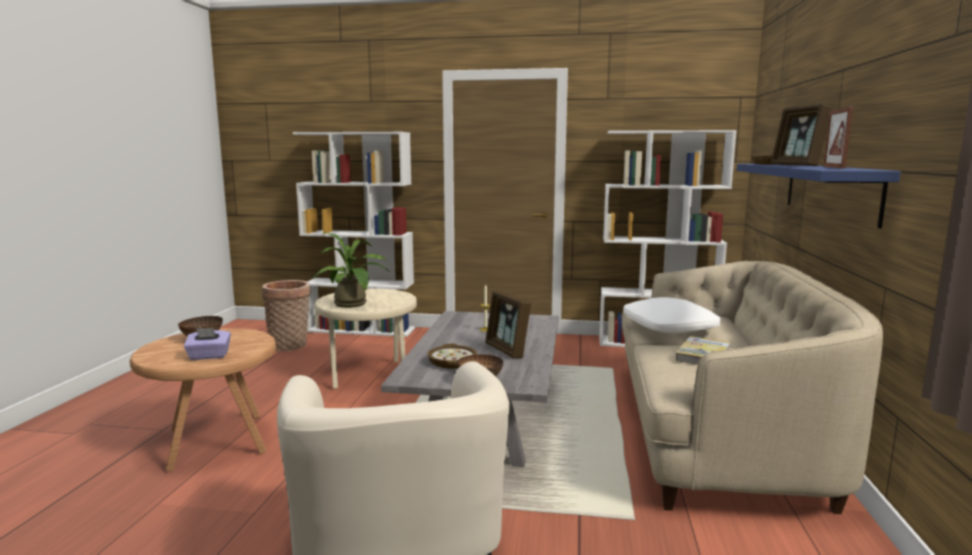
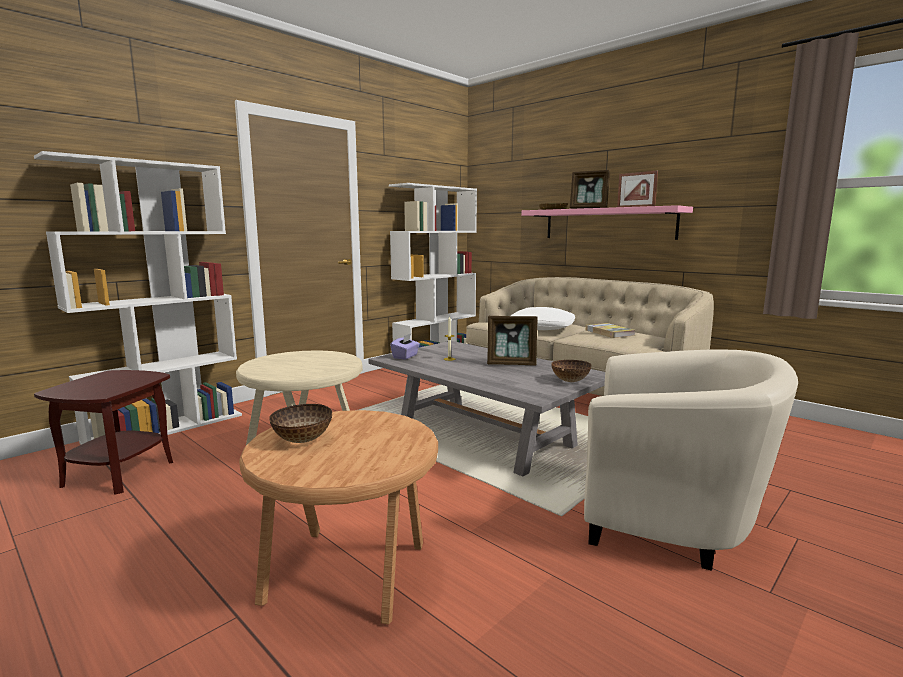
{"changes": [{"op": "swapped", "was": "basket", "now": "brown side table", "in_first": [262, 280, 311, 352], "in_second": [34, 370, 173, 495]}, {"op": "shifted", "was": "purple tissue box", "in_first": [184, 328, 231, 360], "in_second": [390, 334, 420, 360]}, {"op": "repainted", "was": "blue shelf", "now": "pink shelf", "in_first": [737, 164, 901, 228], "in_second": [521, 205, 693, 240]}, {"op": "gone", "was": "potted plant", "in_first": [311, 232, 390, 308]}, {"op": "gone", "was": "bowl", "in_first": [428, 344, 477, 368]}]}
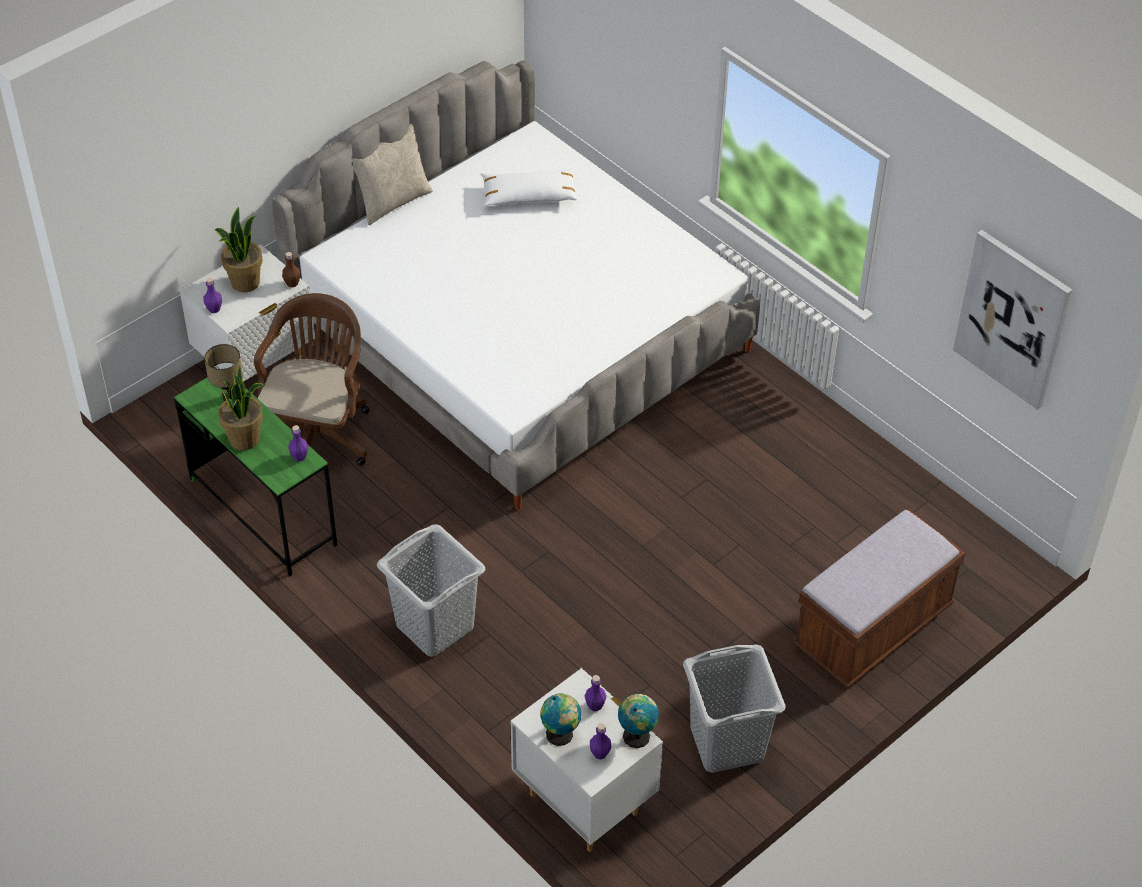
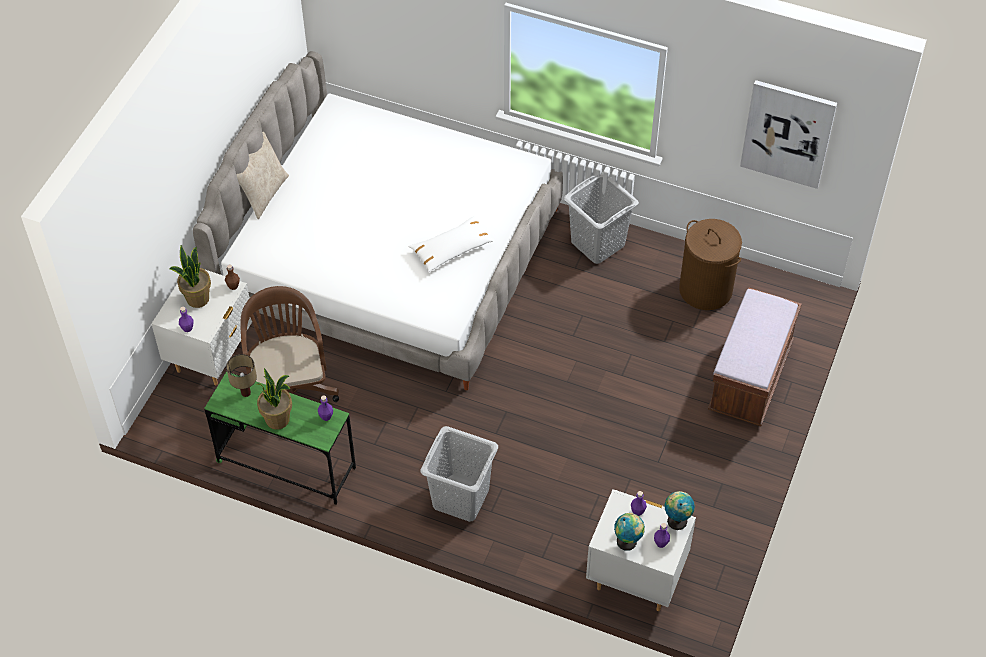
{"changes": [{"op": "shifted", "was": "white pillow", "in_first": [481, 168, 577, 206], "in_second": [408, 215, 494, 272]}, {"op": "shifted", "was": "grey laundry basket", "in_first": [683, 644, 786, 773], "in_second": [564, 172, 639, 264]}, {"op": "new", "now": "brown laundry basket", "in_second": [679, 219, 742, 310]}]}
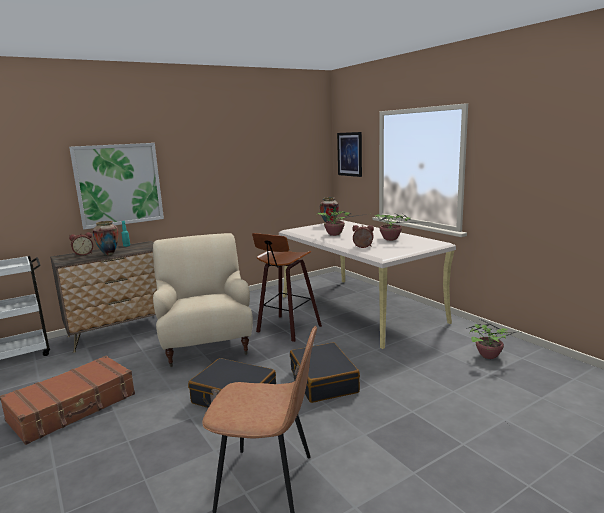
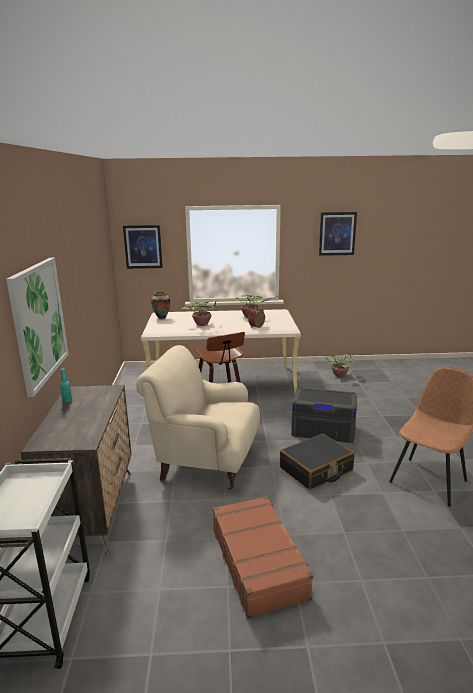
{"changes": [{"op": "swapped", "was": "black suitcase", "now": "grey storage box", "in_first": [290, 342, 360, 403], "in_second": [291, 387, 357, 443]}, {"op": "new", "now": "picture", "in_second": [319, 212, 357, 256]}, {"op": "gone", "was": "alarm clock", "in_first": [69, 232, 93, 256]}, {"op": "gone", "was": "vase", "in_first": [93, 221, 119, 256]}]}
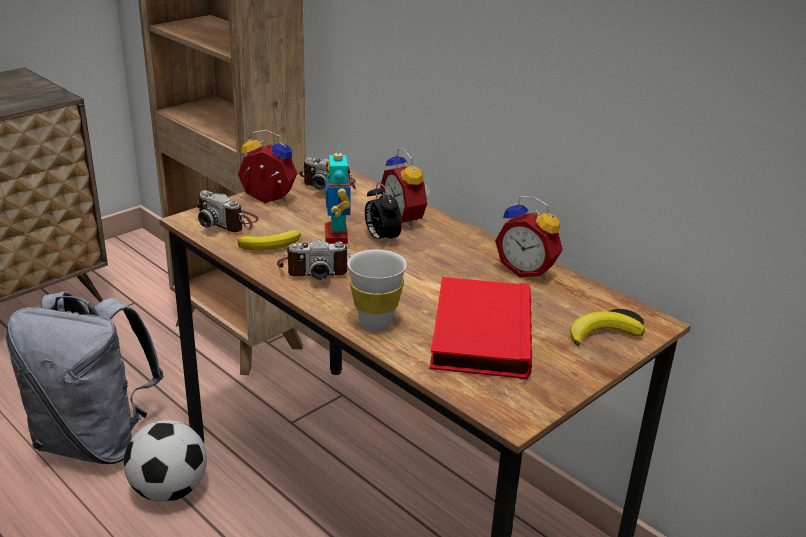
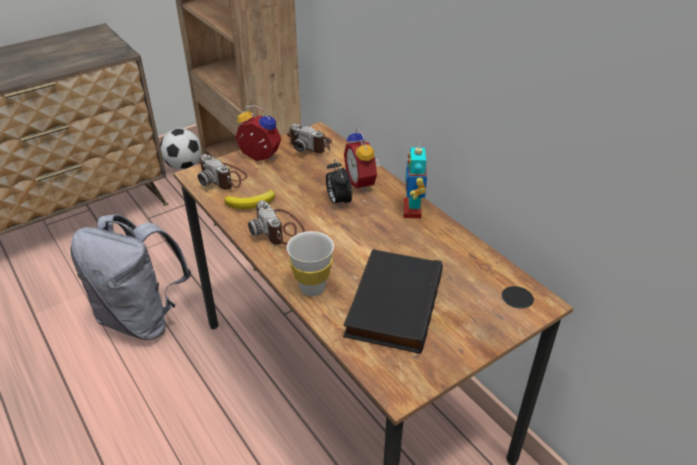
{"changes": [{"op": "shifted", "was": "football", "in_first": [124, 420, 207, 502], "in_second": [160, 129, 202, 170]}, {"op": "rotated", "was": "photo camera", "in_first": [277, 239, 351, 280], "in_second": [248, 200, 305, 245], "clockwise": 60}, {"op": "repainted", "was": "red book", "now": "black book", "in_first": [429, 277, 532, 379], "in_second": [343, 249, 443, 354]}, {"op": "shifted", "was": "toy robot", "in_first": [325, 146, 350, 244], "in_second": [403, 144, 427, 218]}, {"op": "gone", "was": "alarm clock", "in_first": [495, 196, 563, 279]}, {"op": "gone", "was": "banana", "in_first": [570, 311, 645, 346]}]}
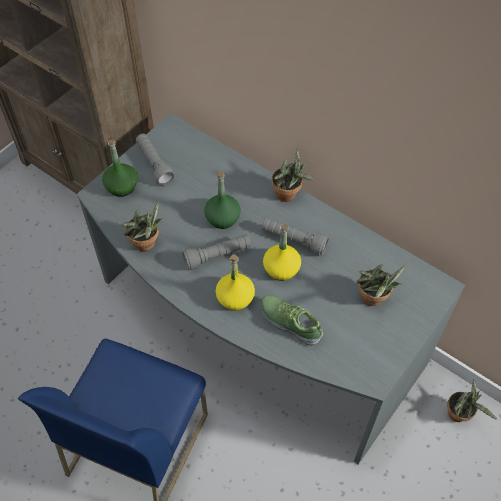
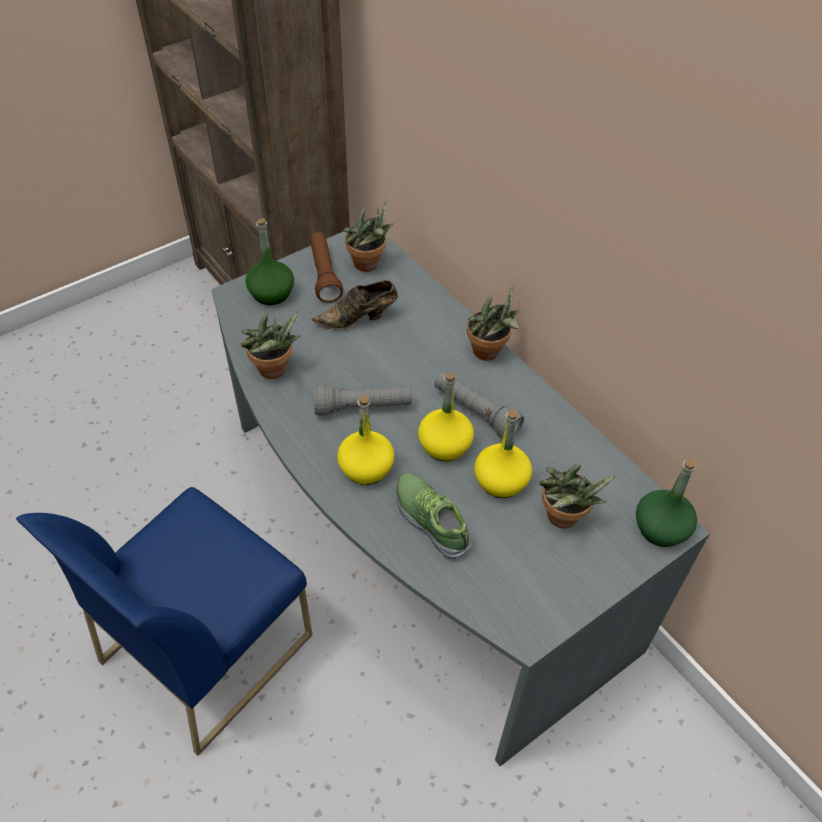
{"changes": [{"op": "repainted", "was": "grey flashlight", "now": "brown flashlight", "in_first": [136, 134, 175, 185], "in_second": [310, 232, 343, 303]}, {"op": "new", "now": "brown shoe", "in_second": [312, 280, 398, 330]}, {"op": "shifted", "was": "potted plant", "in_first": [447, 378, 497, 422], "in_second": [344, 202, 394, 272]}, {"op": "new", "now": "yellow bottle", "in_second": [474, 409, 532, 498]}, {"op": "shifted", "was": "green bottle", "in_first": [204, 172, 241, 229], "in_second": [636, 459, 697, 547]}]}
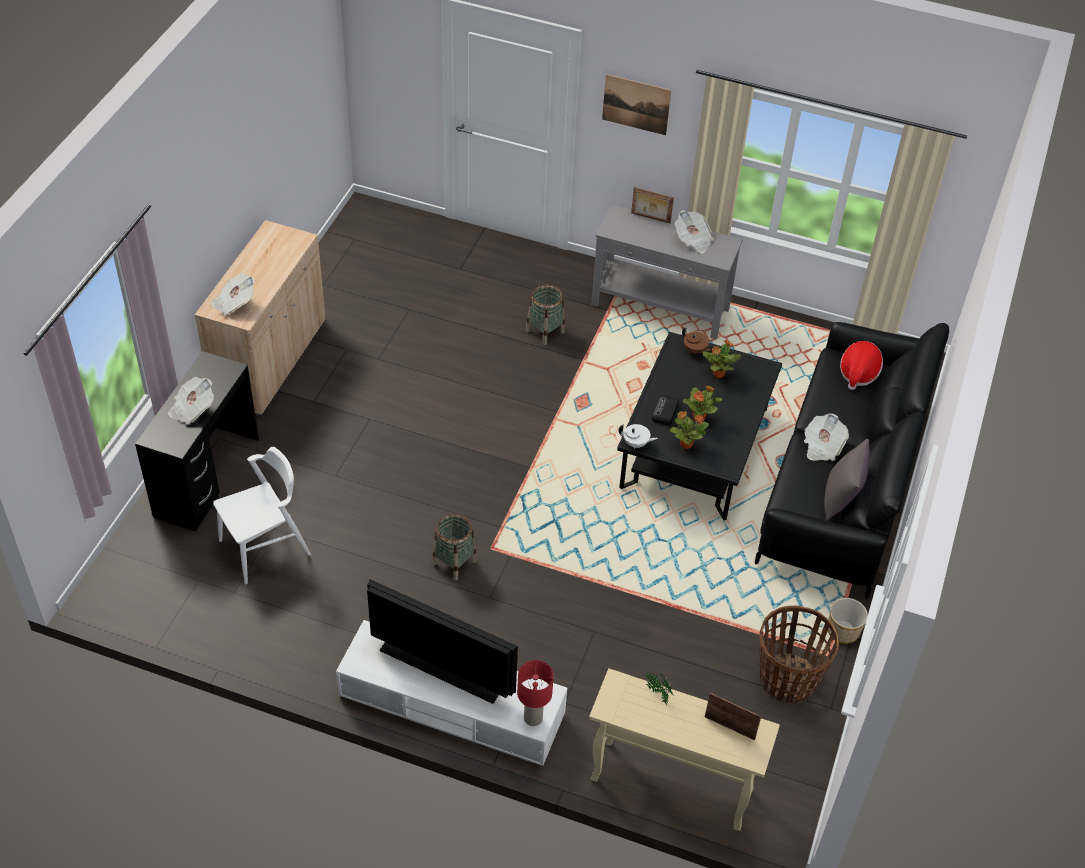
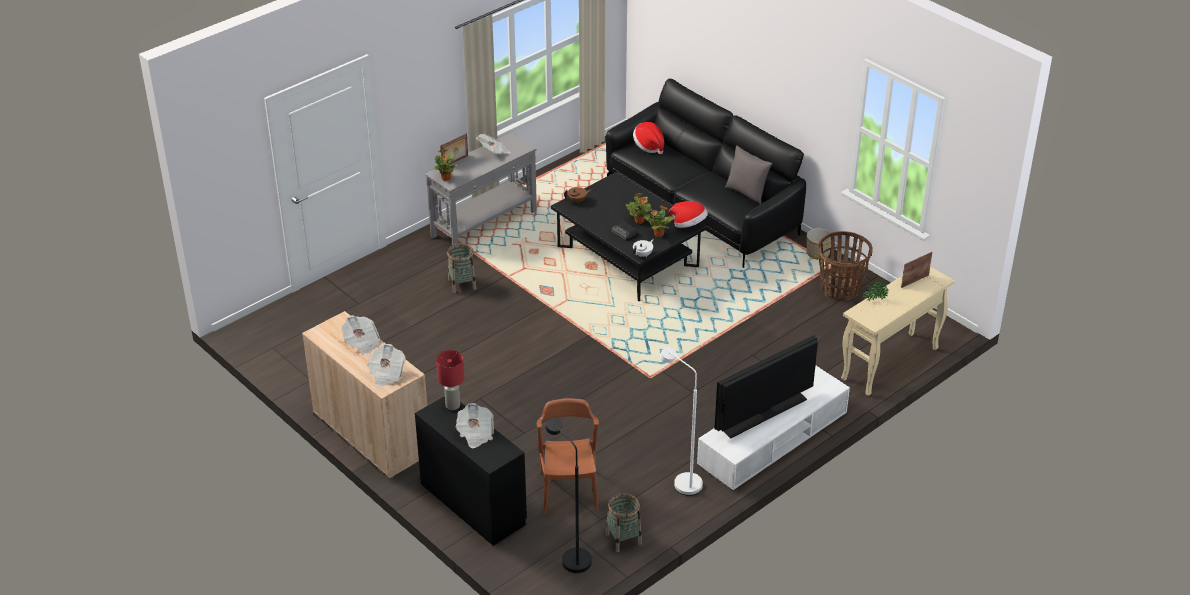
{"changes": [{"op": "shifted", "was": "newspaper", "in_first": [804, 413, 849, 461], "in_second": [341, 315, 381, 355]}, {"op": "shifted", "was": "potted plant", "in_first": [702, 340, 741, 378], "in_second": [433, 149, 459, 181]}, {"op": "shifted", "was": "red table lamp", "in_first": [517, 660, 554, 726], "in_second": [436, 350, 464, 410]}, {"op": "repainted", "was": "white chair", "now": "brown chair", "in_first": [213, 447, 311, 584], "in_second": [537, 398, 599, 515]}, {"op": "new", "now": "black floor lamp", "in_second": [545, 418, 592, 573]}, {"op": "shifted", "was": "basket", "in_first": [432, 514, 477, 580], "in_second": [605, 493, 642, 552]}, {"op": "new", "now": "white floor lamp", "in_second": [660, 347, 703, 496]}, {"op": "new", "now": "hat", "in_second": [669, 201, 708, 228]}, {"op": "gone", "was": "picture", "in_first": [602, 74, 671, 135]}]}
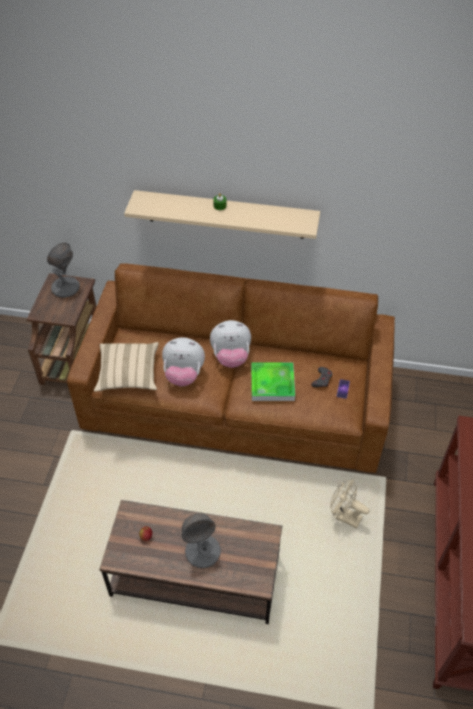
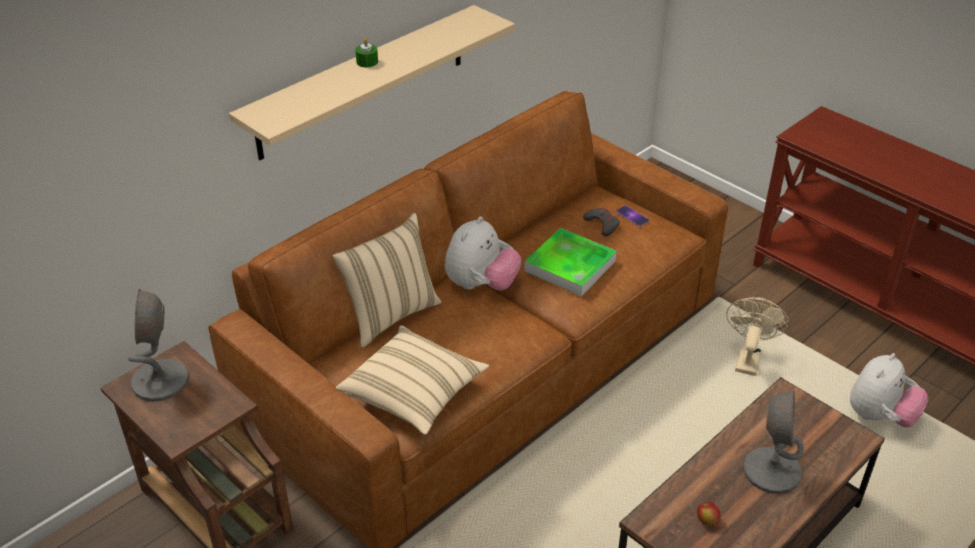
{"changes": [{"op": "new", "now": "beige pillow", "in_second": [332, 213, 441, 348]}, {"op": "rotated", "was": "beige fan", "in_first": [330, 479, 369, 528], "in_second": [726, 297, 789, 376], "clockwise": 135}, {"op": "shifted", "was": "plush toy", "in_first": [162, 337, 205, 386], "in_second": [850, 353, 928, 427]}]}
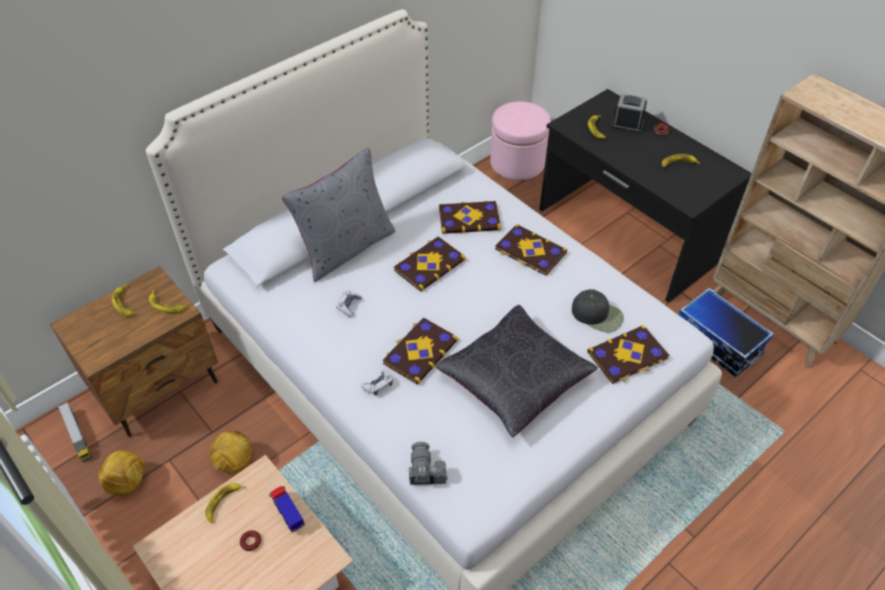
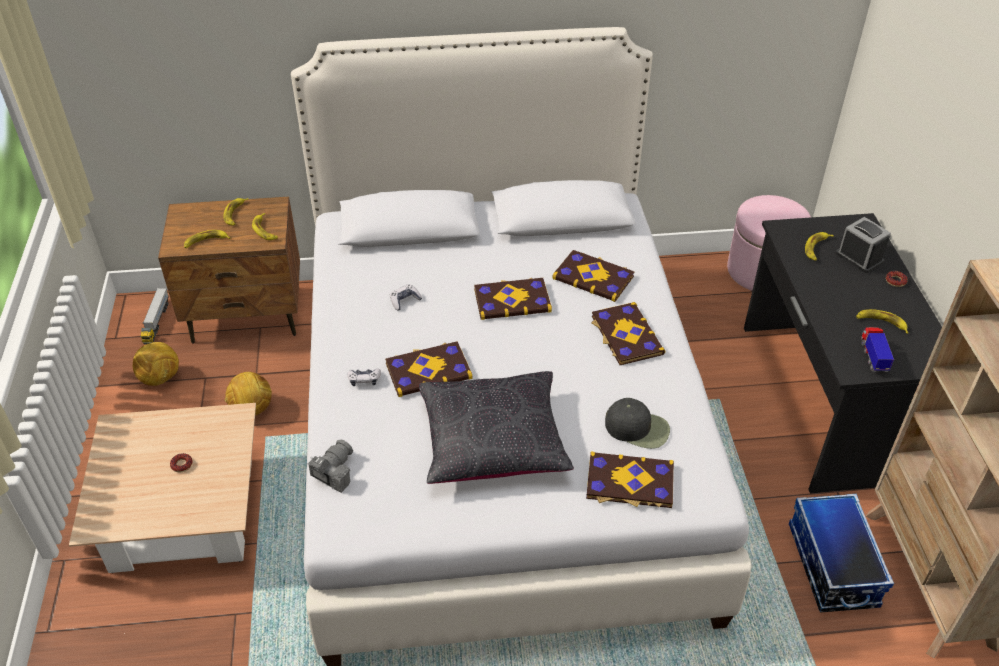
{"changes": [{"op": "shifted", "was": "banana", "in_first": [205, 483, 246, 523], "in_second": [184, 230, 230, 248]}, {"op": "rotated", "was": "black cap", "in_first": [572, 289, 624, 333], "in_second": [605, 398, 670, 449], "clockwise": -45}, {"op": "shifted", "was": "toy truck", "in_first": [269, 486, 305, 532], "in_second": [861, 327, 894, 372]}, {"op": "gone", "was": "grey pillow", "in_first": [282, 148, 395, 282]}]}
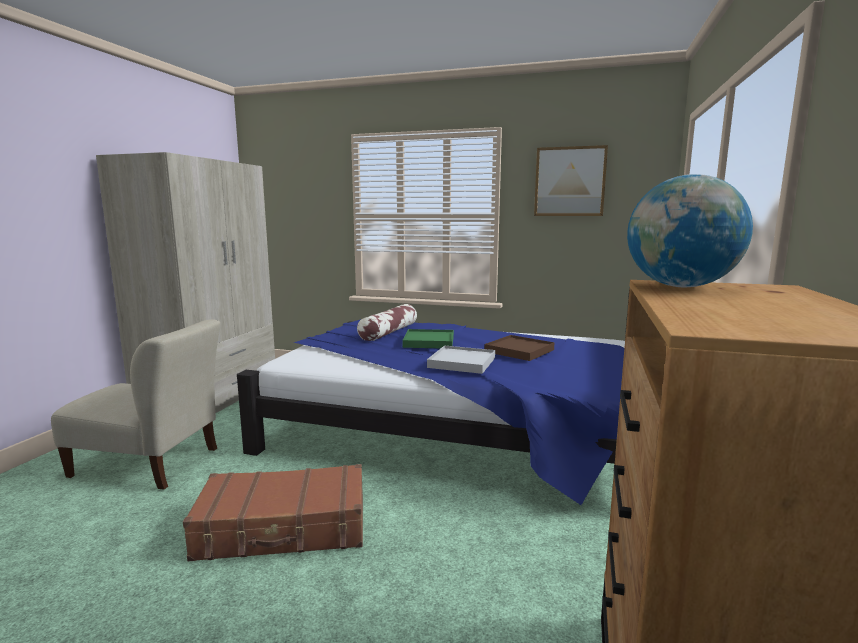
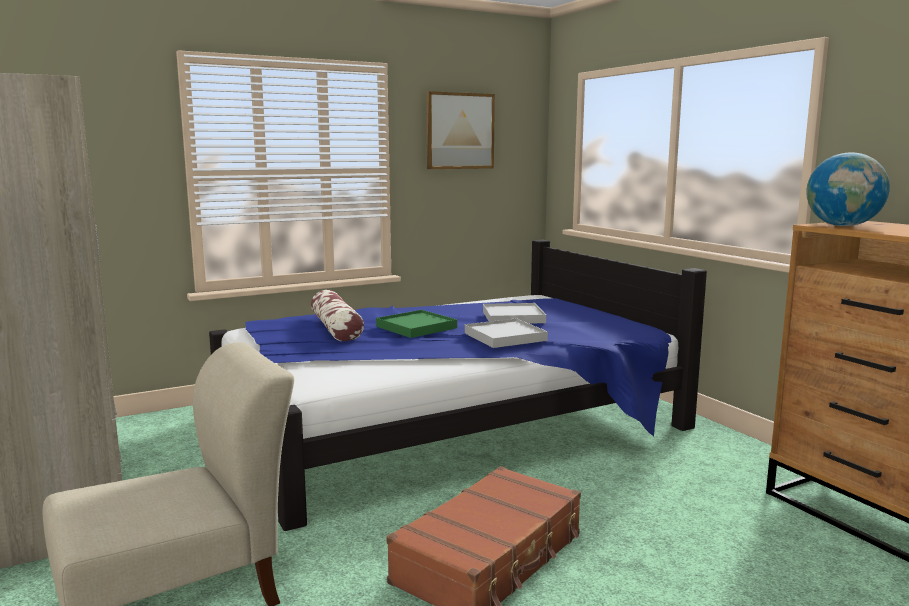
{"changes": [{"op": "repainted", "was": "brown tray", "now": "white tray", "in_first": [484, 335, 555, 361], "in_second": [483, 303, 546, 324]}]}
